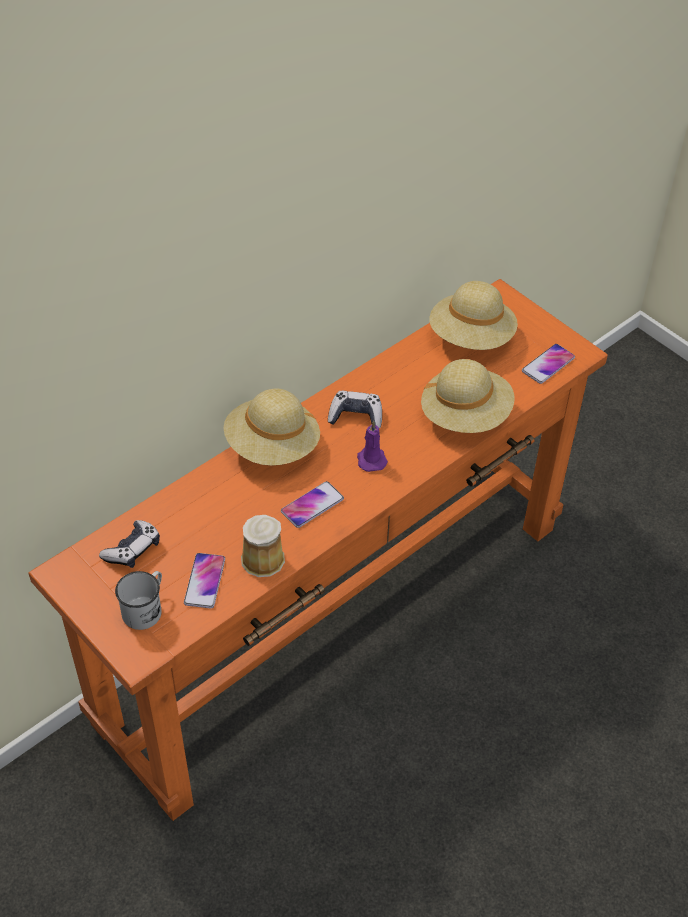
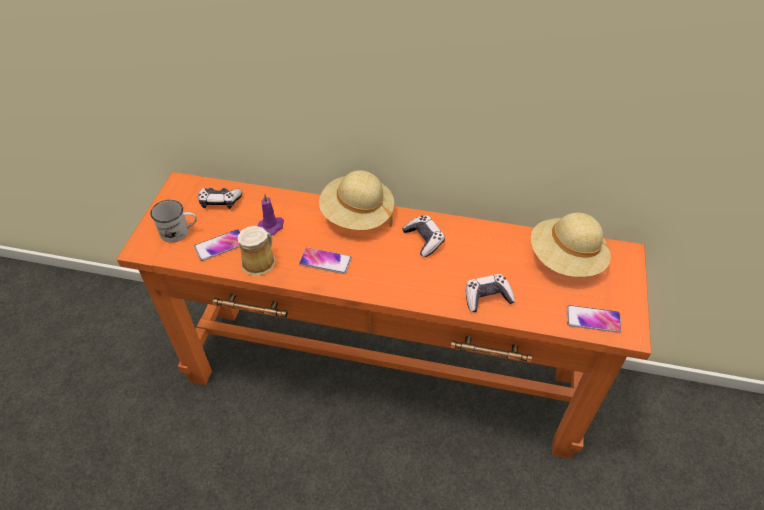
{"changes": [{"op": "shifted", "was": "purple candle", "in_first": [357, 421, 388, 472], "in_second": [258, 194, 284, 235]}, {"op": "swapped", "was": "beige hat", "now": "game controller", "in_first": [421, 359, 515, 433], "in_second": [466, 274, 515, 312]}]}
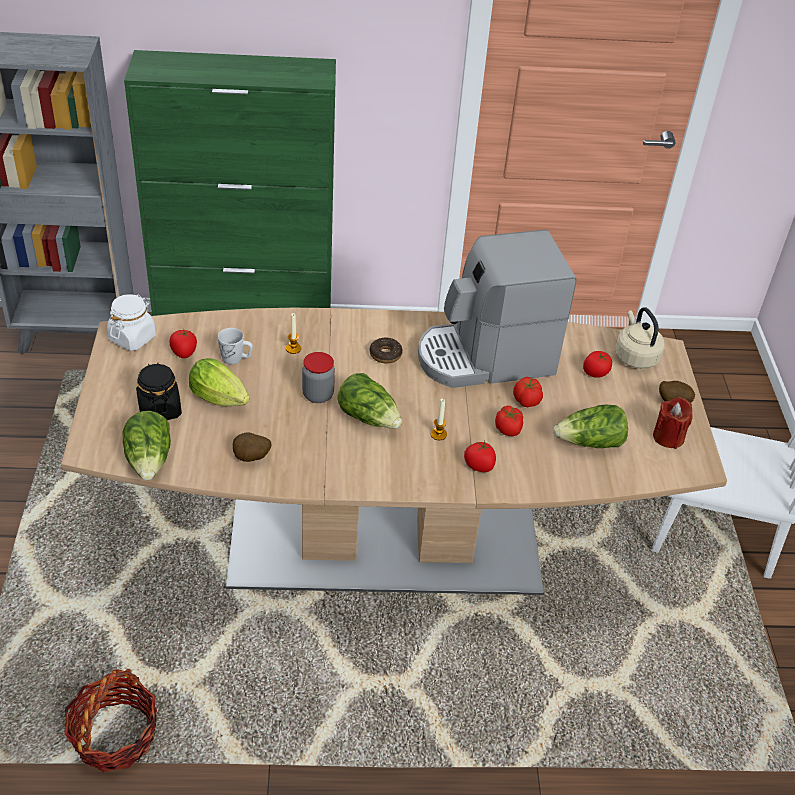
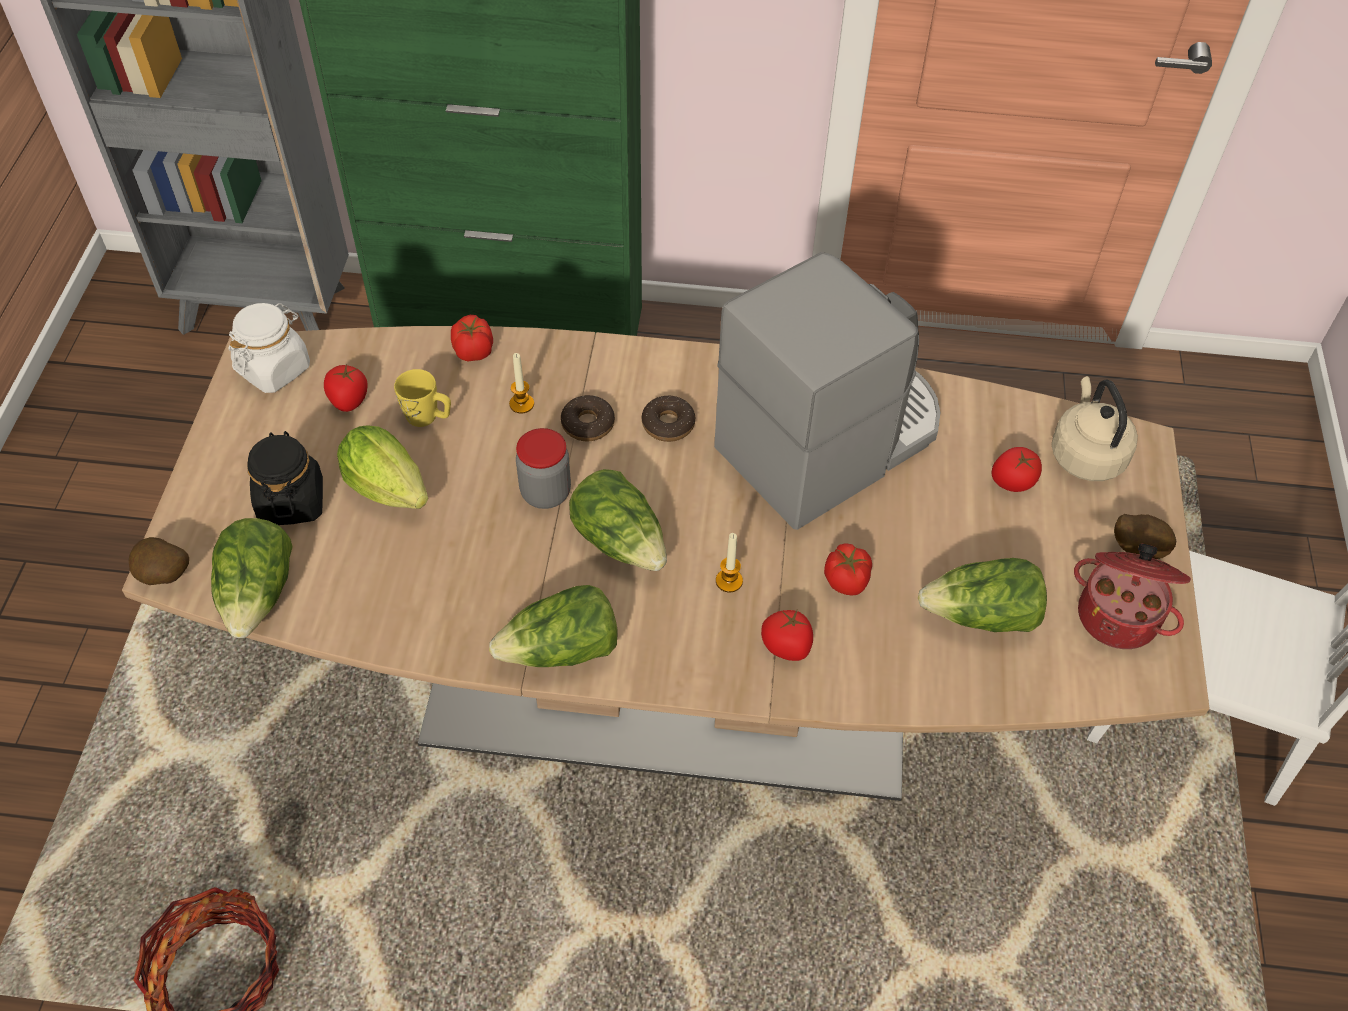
{"changes": [{"op": "shifted", "was": "potato", "in_first": [233, 432, 271, 462], "in_second": [128, 537, 189, 585]}, {"op": "repainted", "was": "white mug", "now": "yellow mug", "in_first": [218, 328, 253, 365], "in_second": [394, 369, 451, 427]}, {"op": "shifted", "was": "tomato", "in_first": [513, 377, 543, 407], "in_second": [451, 315, 493, 362]}, {"op": "new", "now": "lettuce", "in_second": [489, 585, 618, 667]}, {"op": "new", "now": "donut", "in_second": [561, 395, 615, 441]}, {"op": "rotated", "was": "coffee machine", "in_first": [418, 230, 577, 388], "in_second": [714, 252, 940, 530], "clockwise": 150}, {"op": "swapped", "was": "red candle", "now": "cooking pot", "in_first": [653, 397, 693, 449], "in_second": [1074, 544, 1191, 649]}]}
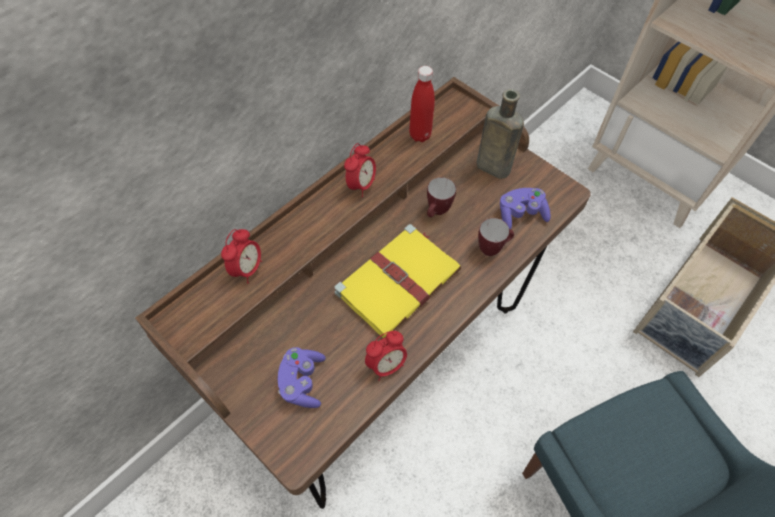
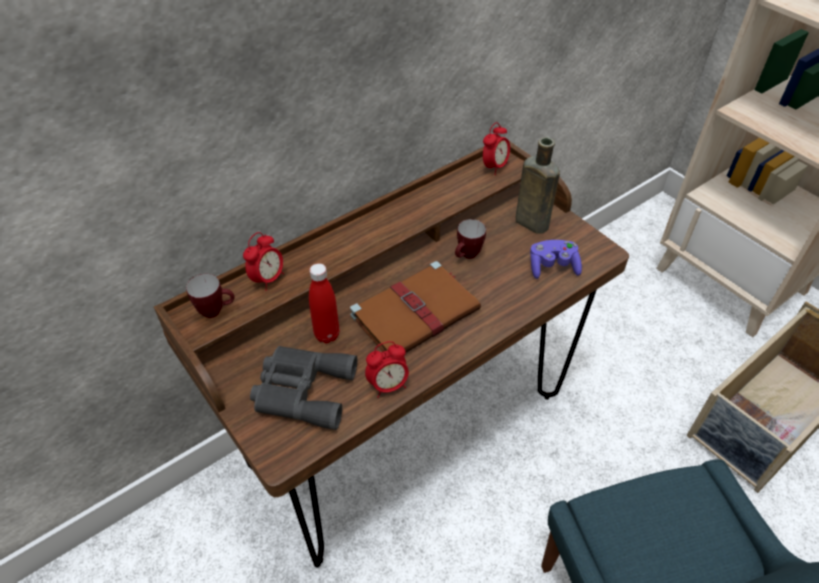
{"changes": [{"op": "shifted", "was": "mug", "in_first": [478, 218, 514, 256], "in_second": [186, 274, 234, 318]}, {"op": "swapped", "was": "purple game controller", "now": "grey binoculars", "in_first": [278, 347, 326, 408], "in_second": [250, 346, 357, 430]}, {"op": "shifted", "was": "red bottle", "in_first": [409, 66, 435, 142], "in_second": [309, 263, 340, 343]}, {"op": "repainted", "was": "yellow book", "now": "brown book", "in_first": [334, 224, 461, 338], "in_second": [350, 261, 481, 352]}, {"op": "shifted", "was": "alarm clock", "in_first": [344, 143, 376, 197], "in_second": [483, 122, 510, 175]}]}
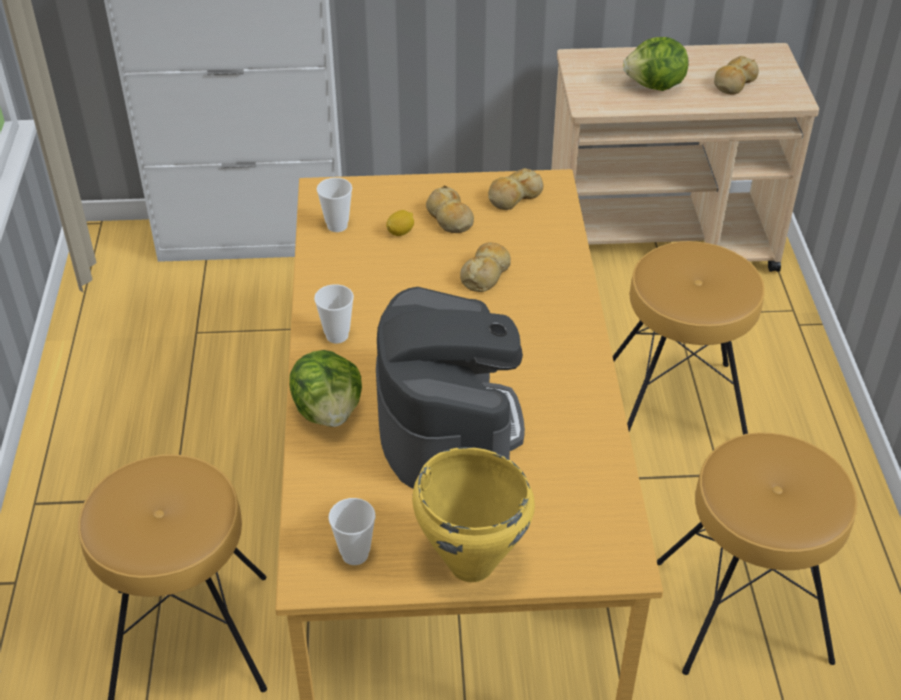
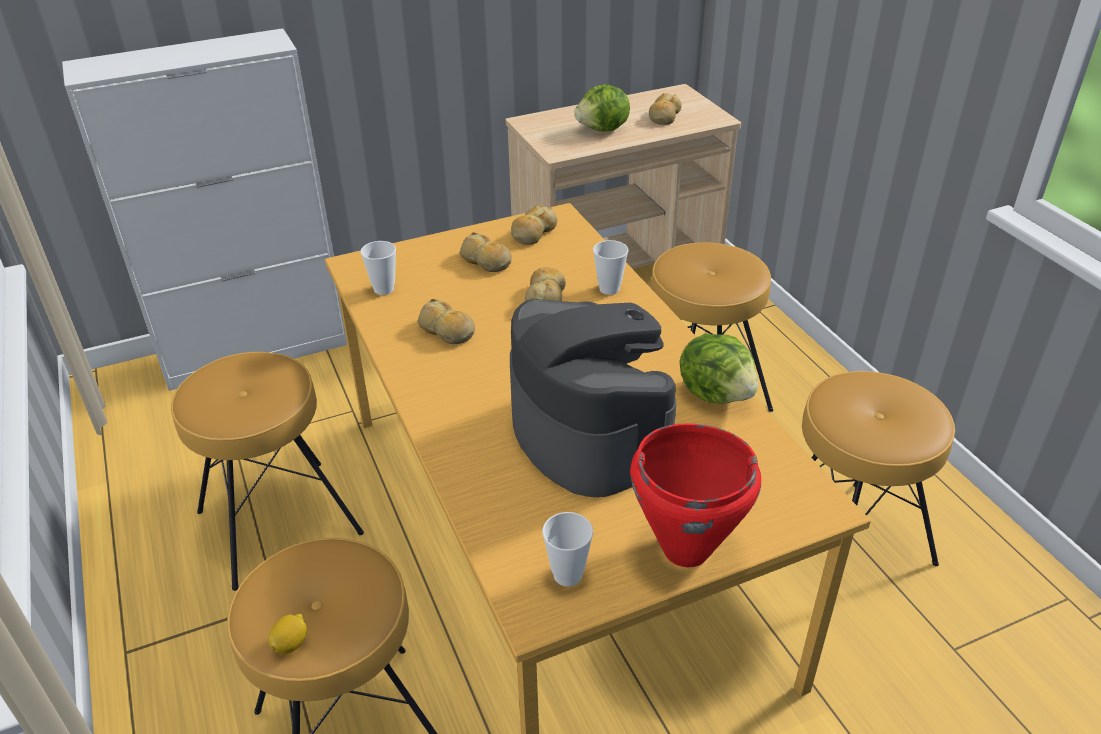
{"changes": [{"op": "new", "now": "brown stool", "in_second": [171, 352, 364, 591]}, {"op": "shifted", "was": "lemon", "in_first": [386, 210, 414, 236], "in_second": [269, 614, 307, 654]}, {"op": "new", "now": "bread", "in_second": [417, 299, 475, 344]}, {"op": "shifted", "was": "cup", "in_first": [314, 284, 354, 344], "in_second": [593, 240, 629, 295]}, {"op": "repainted", "was": "yellow cooking pot", "now": "red cooking pot", "in_first": [412, 447, 535, 582], "in_second": [630, 424, 761, 567]}, {"op": "shifted", "was": "lettuce", "in_first": [289, 350, 362, 427], "in_second": [680, 334, 758, 403]}]}
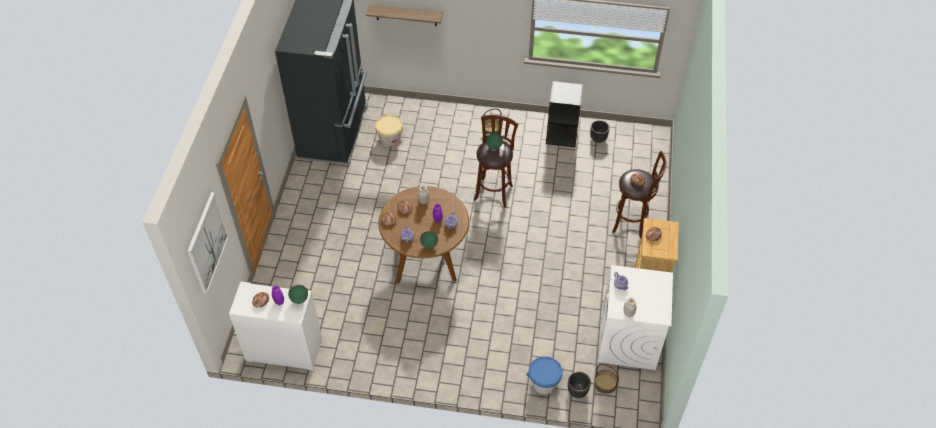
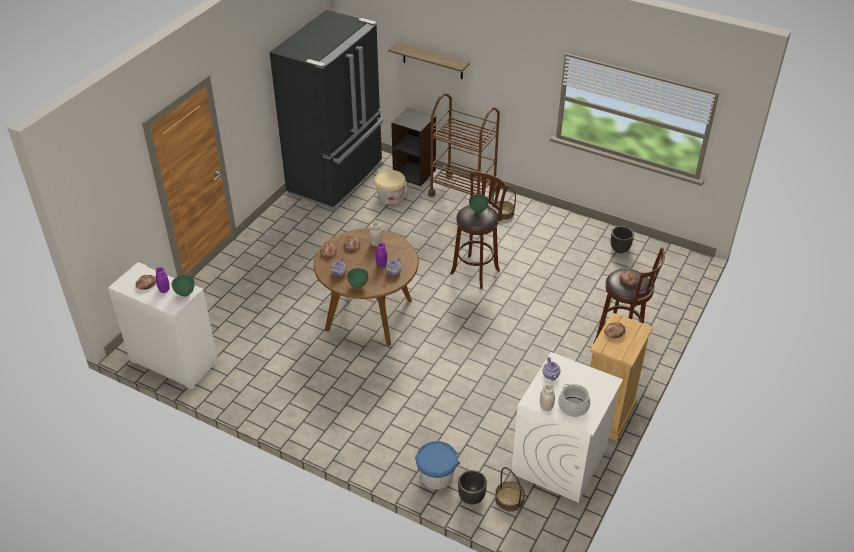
{"changes": [{"op": "shifted", "was": "black bookcase", "in_first": [546, 81, 583, 147], "in_second": [391, 107, 436, 186]}, {"op": "new", "now": "brown cart", "in_second": [428, 93, 500, 197]}, {"op": "new", "now": "cooking pot", "in_second": [558, 384, 590, 417]}, {"op": "gone", "was": "picture", "in_first": [187, 192, 229, 295]}]}
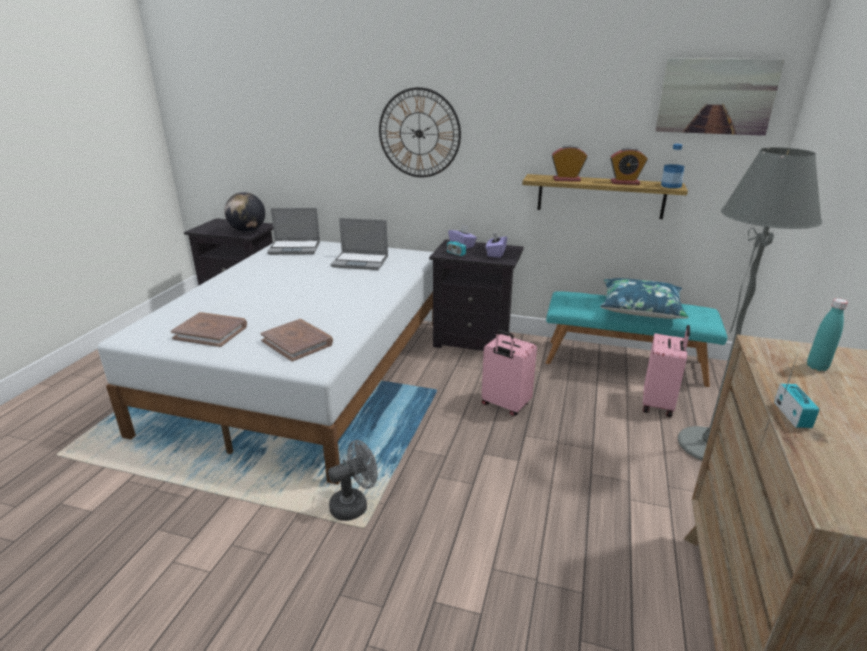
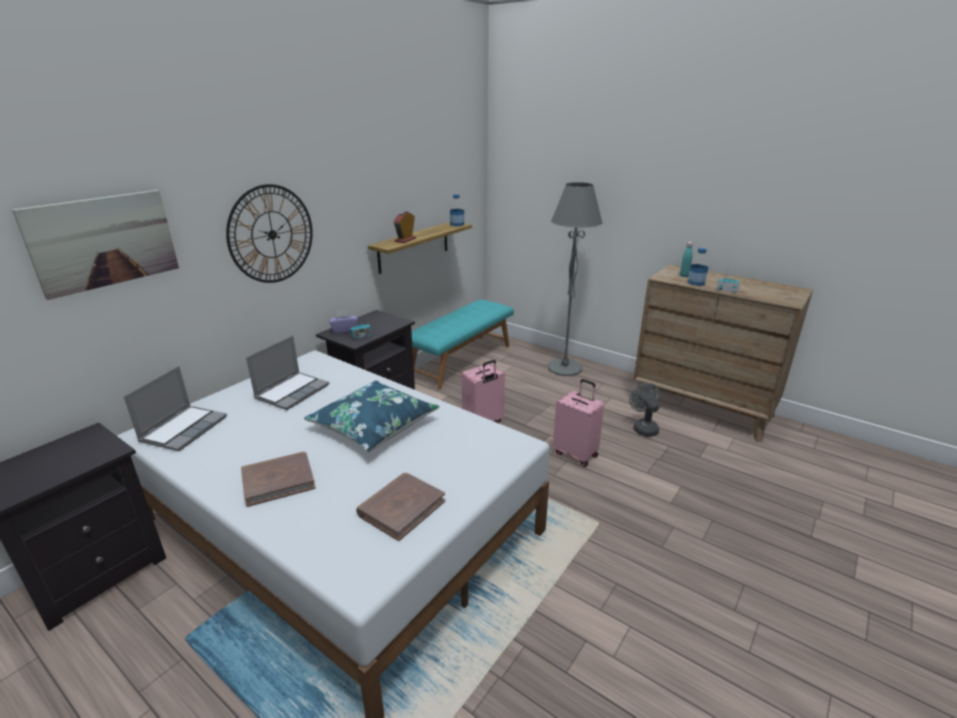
{"changes": [{"op": "shifted", "was": "picture", "in_first": [655, 58, 785, 136], "in_second": [12, 190, 179, 300]}, {"op": "shifted", "was": "brown book", "in_first": [260, 319, 333, 362], "in_second": [241, 452, 315, 507]}, {"op": "shifted", "was": "blue pillow", "in_first": [600, 278, 689, 319], "in_second": [304, 381, 439, 452]}, {"op": "shifted", "was": "pink suitcase", "in_first": [643, 325, 690, 417], "in_second": [553, 379, 604, 467]}, {"op": "shifted", "was": "grey fan", "in_first": [328, 440, 377, 521], "in_second": [629, 383, 660, 437]}, {"op": "new", "now": "bottle", "in_second": [688, 248, 708, 286]}, {"op": "gone", "was": "globe", "in_first": [224, 192, 265, 232]}, {"op": "gone", "was": "purple tissue box", "in_first": [486, 232, 507, 258]}, {"op": "gone", "was": "alarm clock", "in_first": [610, 147, 648, 185]}]}
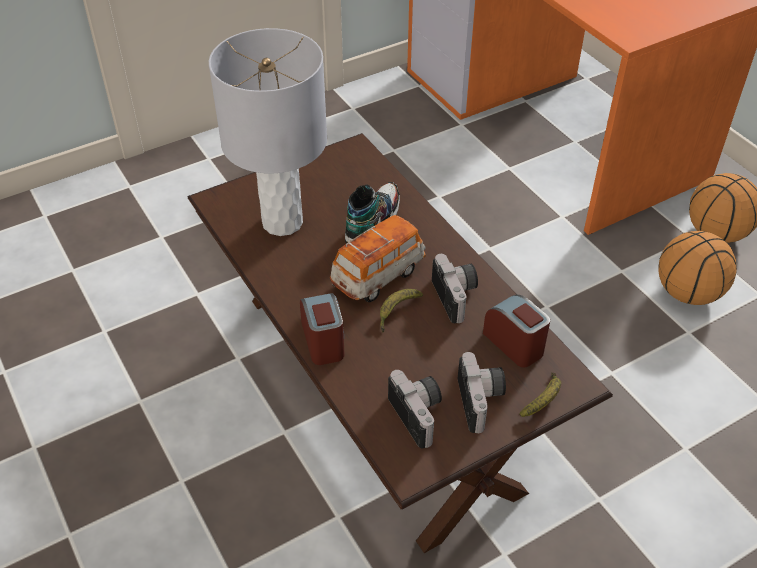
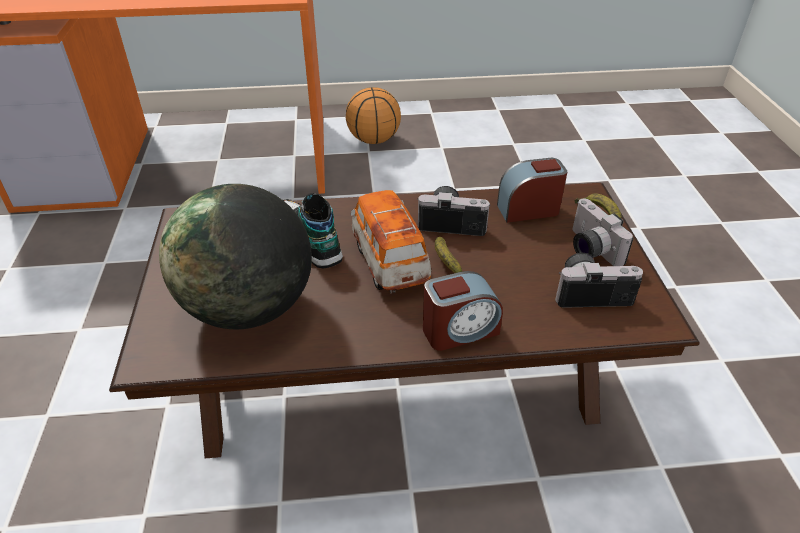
{"changes": [{"op": "swapped", "was": "grey table lamp", "now": "globe", "in_first": [209, 28, 327, 236], "in_second": [159, 184, 312, 329]}, {"op": "rotated", "was": "alarm clock", "in_first": [300, 293, 345, 365], "in_second": [423, 271, 503, 351], "clockwise": 150}, {"op": "rotated", "was": "photo camera", "in_first": [457, 352, 506, 433], "in_second": [572, 199, 633, 266], "clockwise": -135}, {"op": "gone", "was": "basketball", "in_first": [659, 231, 737, 305]}]}
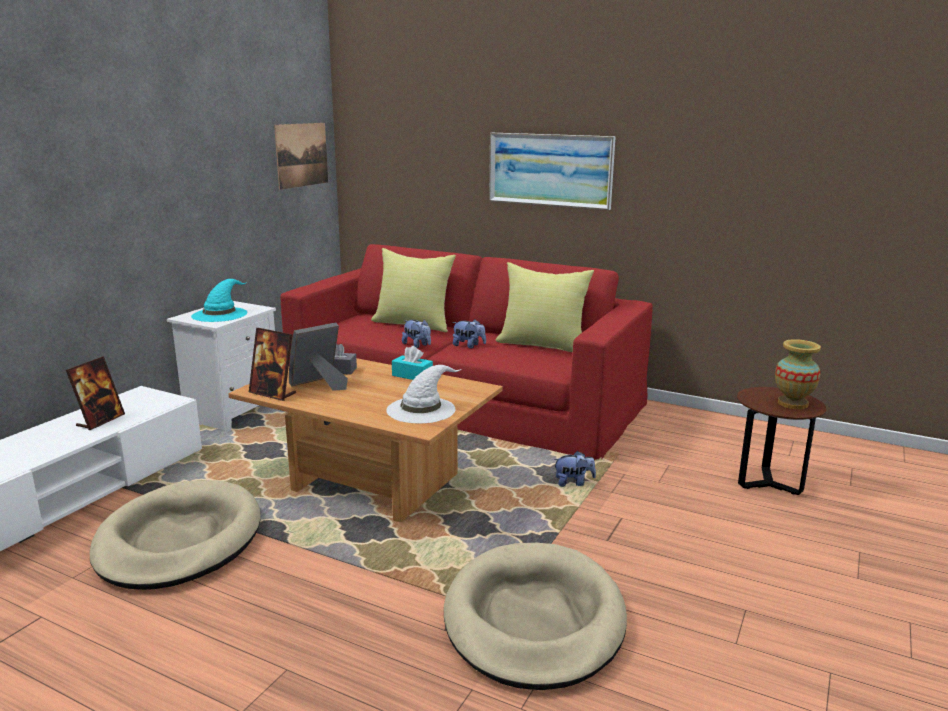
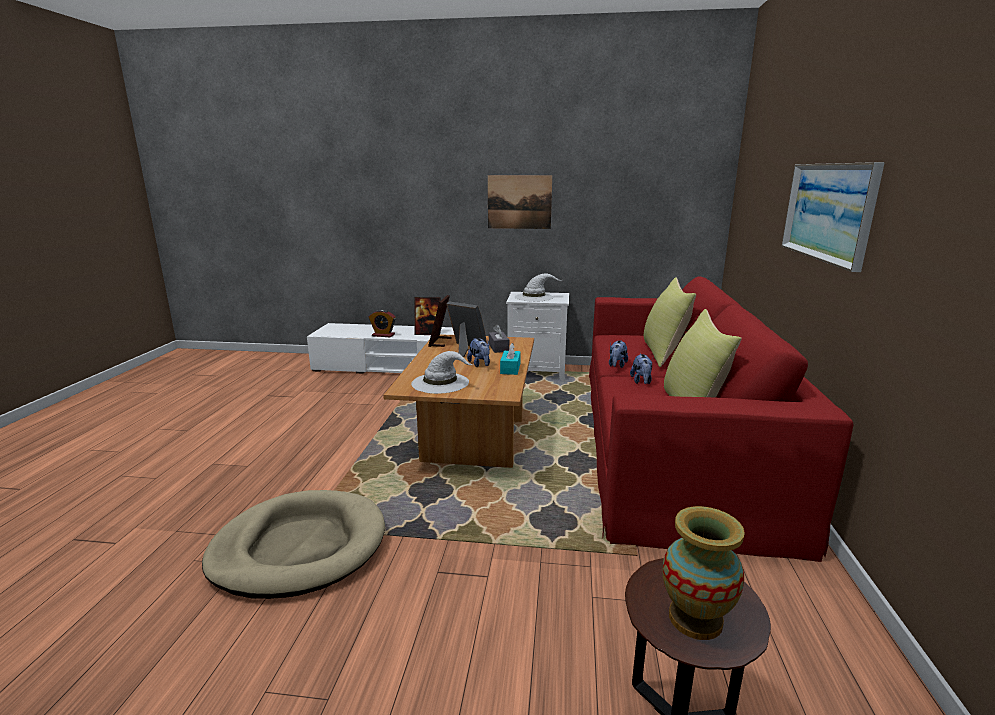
{"changes": [{"op": "new", "now": "alarm clock", "in_second": [369, 309, 396, 337]}, {"op": "shifted", "was": "plush toy", "in_first": [553, 451, 596, 487], "in_second": [467, 338, 490, 367]}, {"op": "shifted", "was": "picture", "in_first": [274, 123, 328, 190], "in_second": [488, 175, 552, 229]}, {"op": "repainted", "was": "turquoise hat", "now": "white hat", "in_first": [191, 279, 247, 322], "in_second": [515, 273, 562, 302]}, {"op": "gone", "was": "beige dog bed", "in_first": [90, 480, 261, 590]}]}
